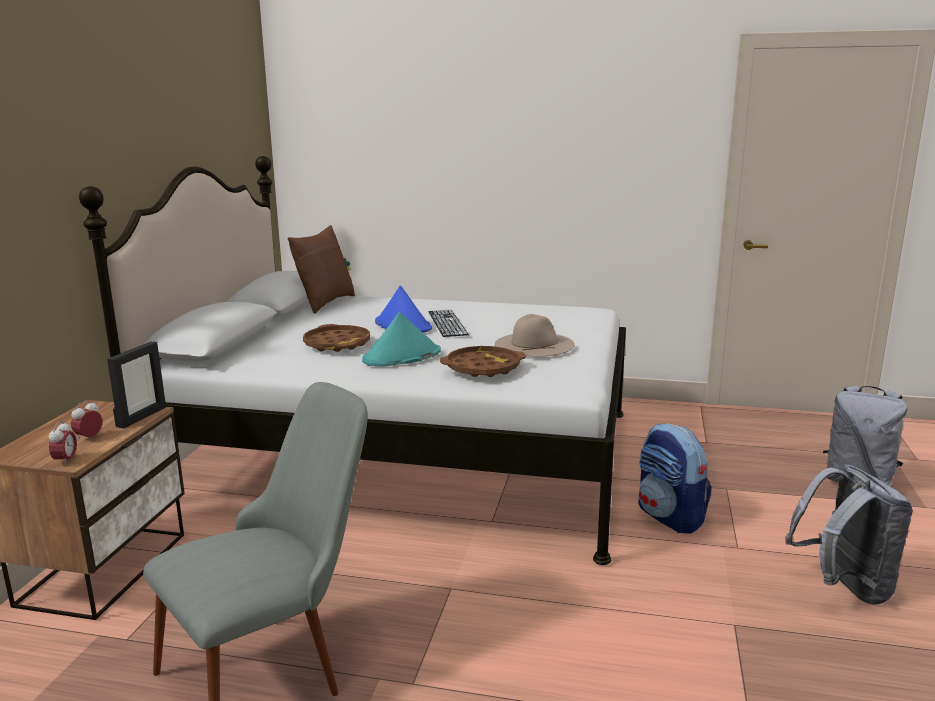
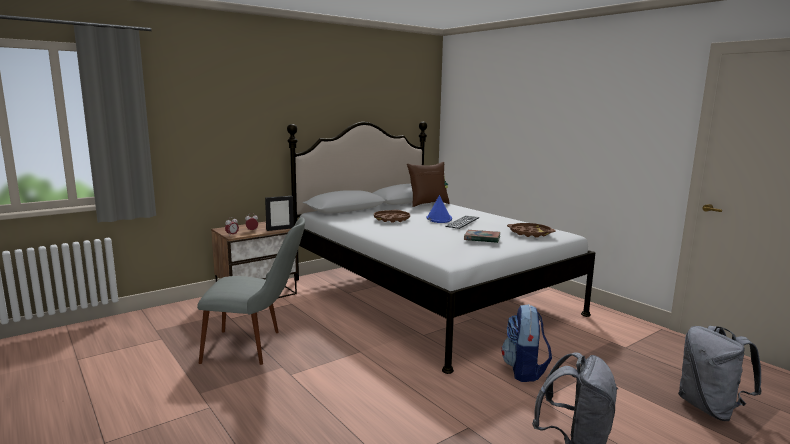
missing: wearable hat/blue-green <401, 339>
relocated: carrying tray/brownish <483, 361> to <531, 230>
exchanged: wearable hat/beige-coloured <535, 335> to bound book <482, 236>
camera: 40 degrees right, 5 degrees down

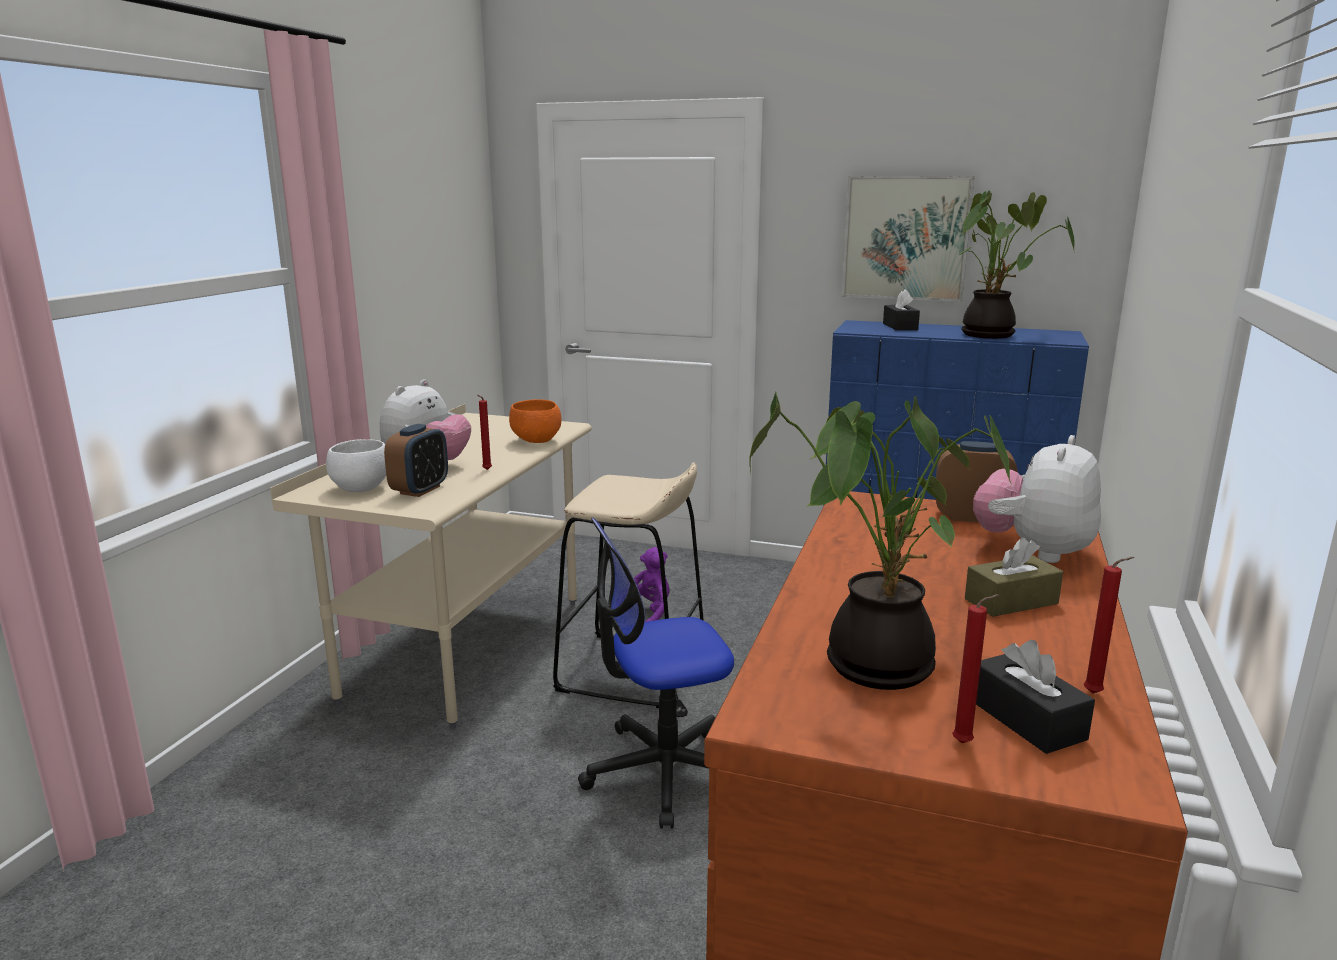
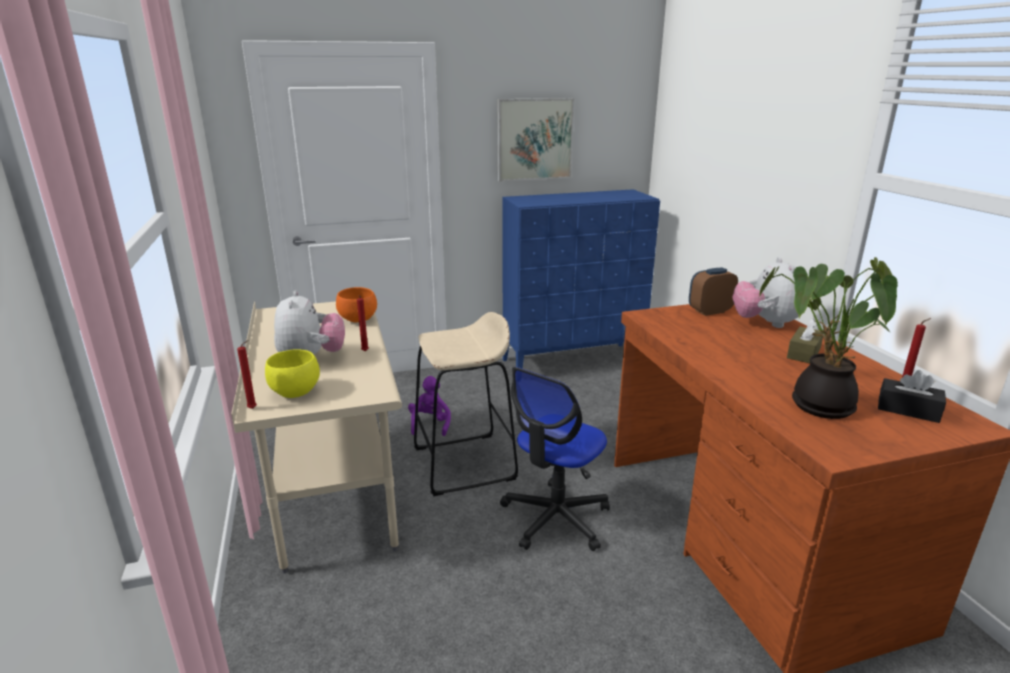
missing: potted plant <1016, 265>; box of tissues/black <901, 309>; bedside clock <416, 460>
relocated: wax light/reddish <975, 668> to <247, 374>
colour: serving bowl/whitish <356, 465> to serving bowl/yellowish <292, 373>
camera: 35 degrees left, 5 degrees up

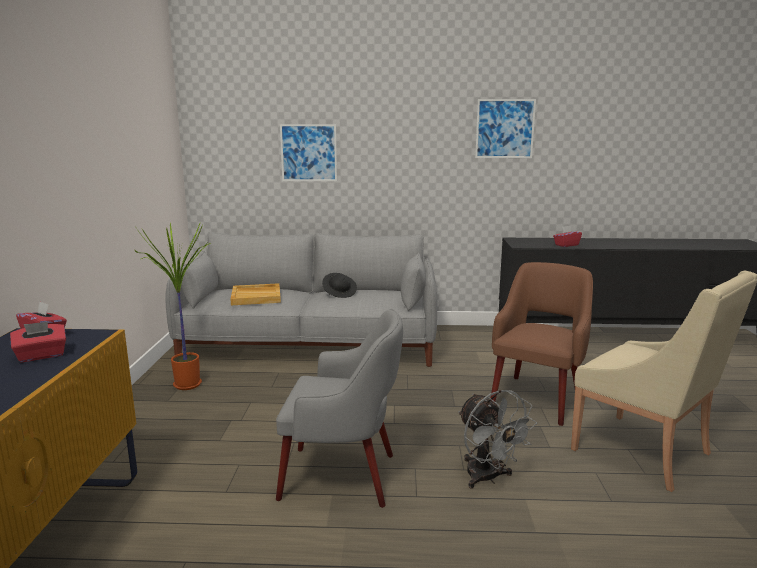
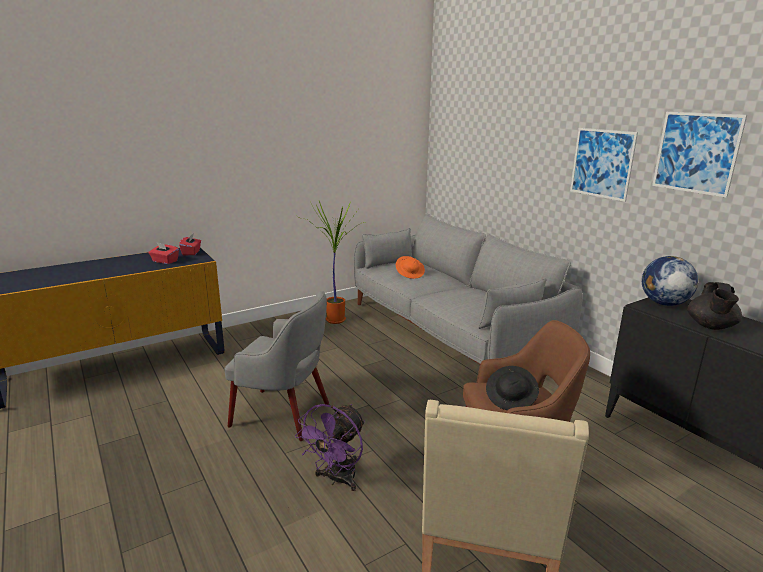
appeared: desk globe <670, 281>
relocated: wall picture <308, 152> to <604, 165>; wearable hat/black <339, 285> to <512, 388>
exchanged: box of tissues/reddish <567, 236> to tea pot/black <714, 306>; carrying tray/beige-coloured <256, 294> to wearable hat/orange-coloured <410, 267>
colour: electric fan/grey <497, 439> to electric fan/purple-coloured <330, 447>
spun: armchair/grey <339, 408> = <277, 366> 45 degrees counterclockwise
camera: 55 degrees right, 5 degrees up

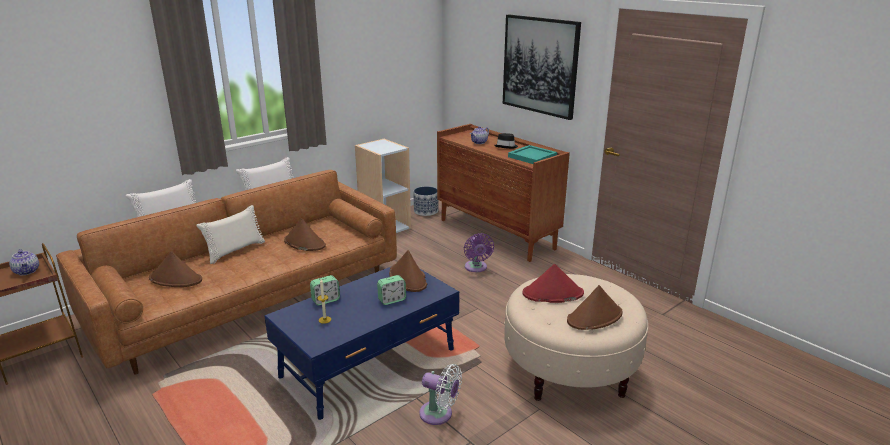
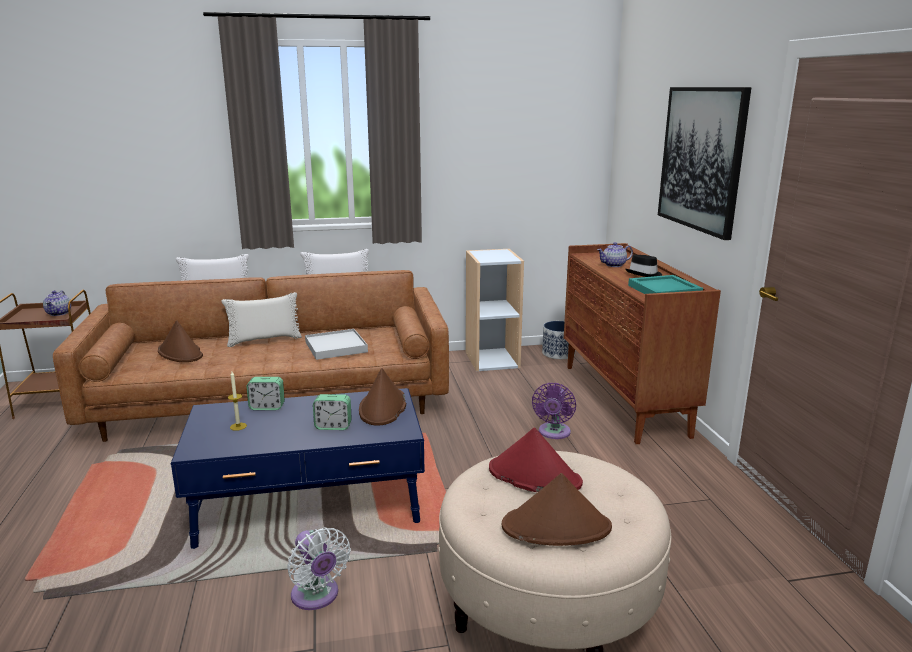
exchanged: wearable hat/brownish <305, 234> to carrying tray/whitish <336, 344>
camera: 30 degrees right, 5 degrees down

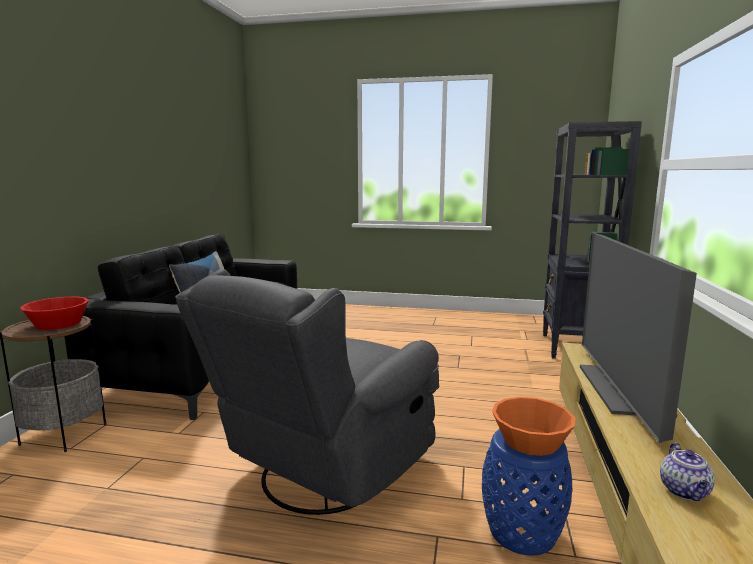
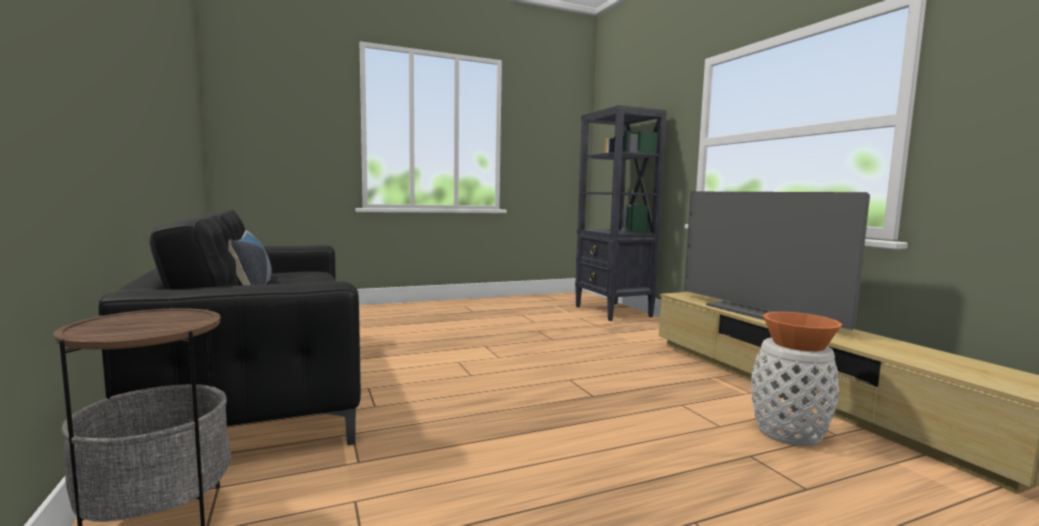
missing: armchair/grey <307, 392>; serving bowl/reddish <54, 313>; tea pot <687, 472>
colour: stool seat/bluish <527, 492> to stool seat/whitish <795, 392>
camera: 35 degrees left, 5 degrees down

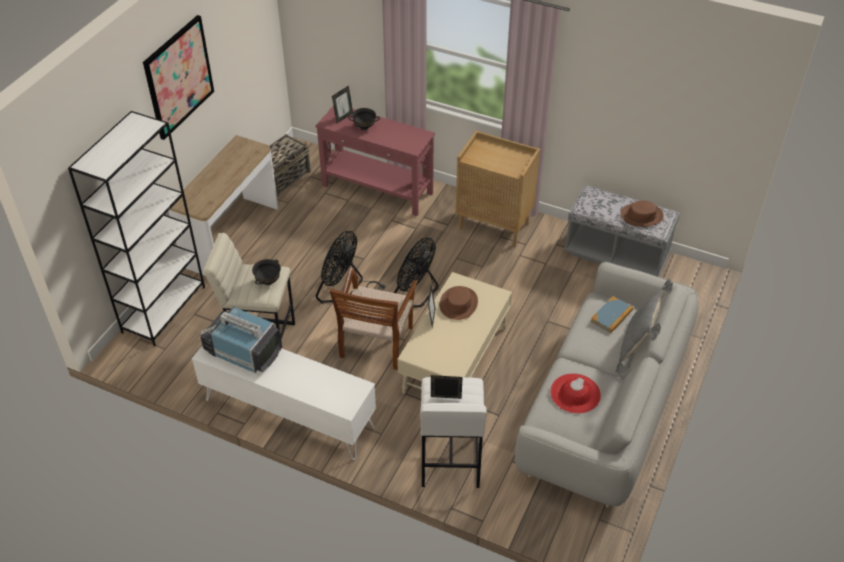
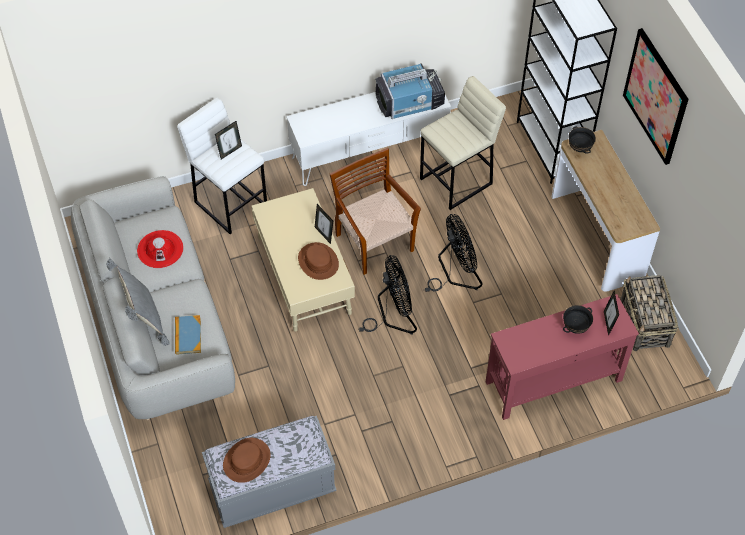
missing: storage cabinet/brownish <498, 188>
relocated: serving bowl/black <266, 272> to <582, 140>
camera: 135 degrees right, 10 degrees up

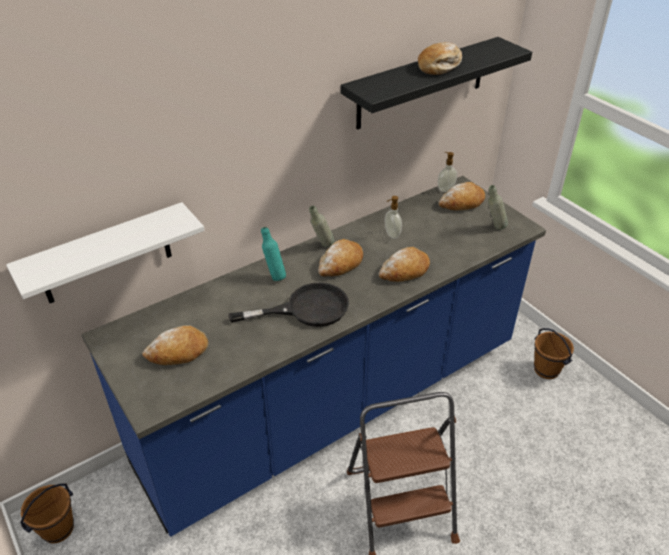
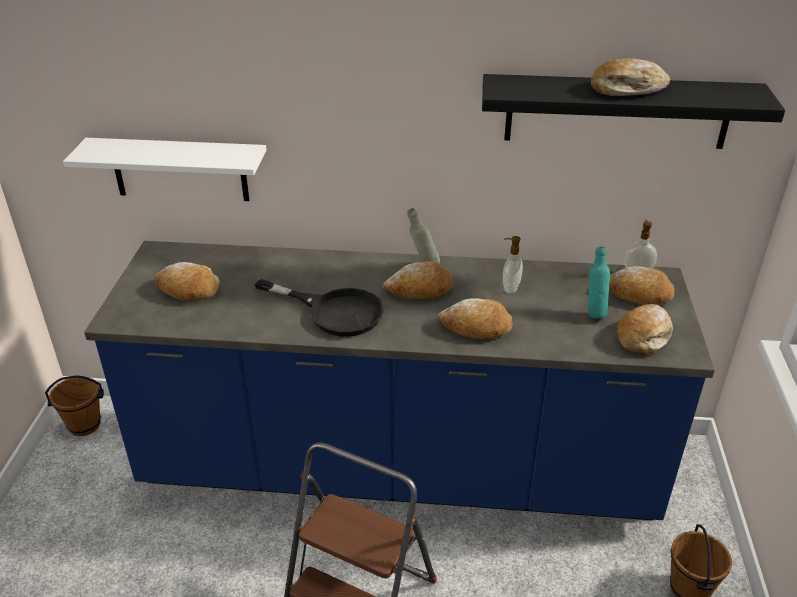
relocated: bottle/blue-green <273, 254> to <599, 282>
exchanged: bottle/grey <498, 207> to baked bread <645, 329>
camera: 40 degrees right, 5 degrees down

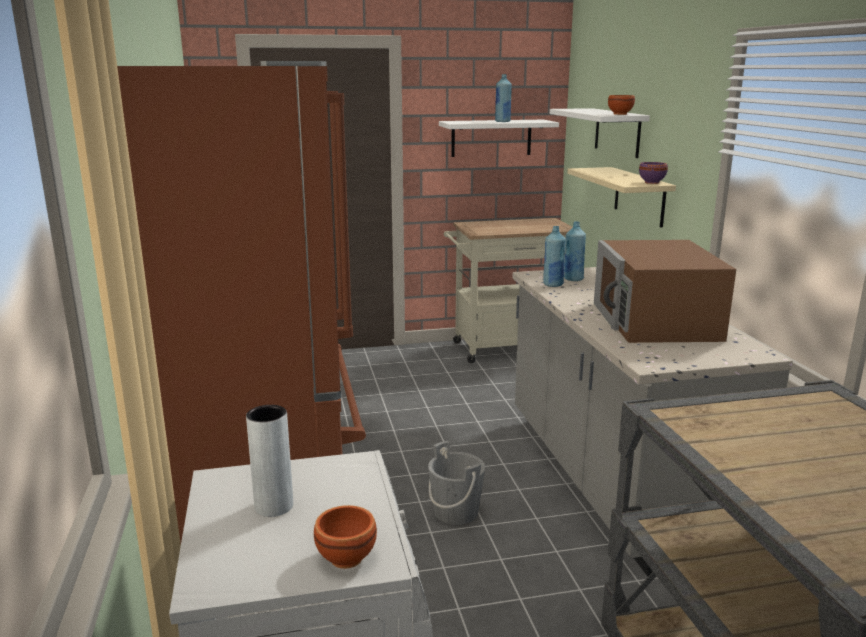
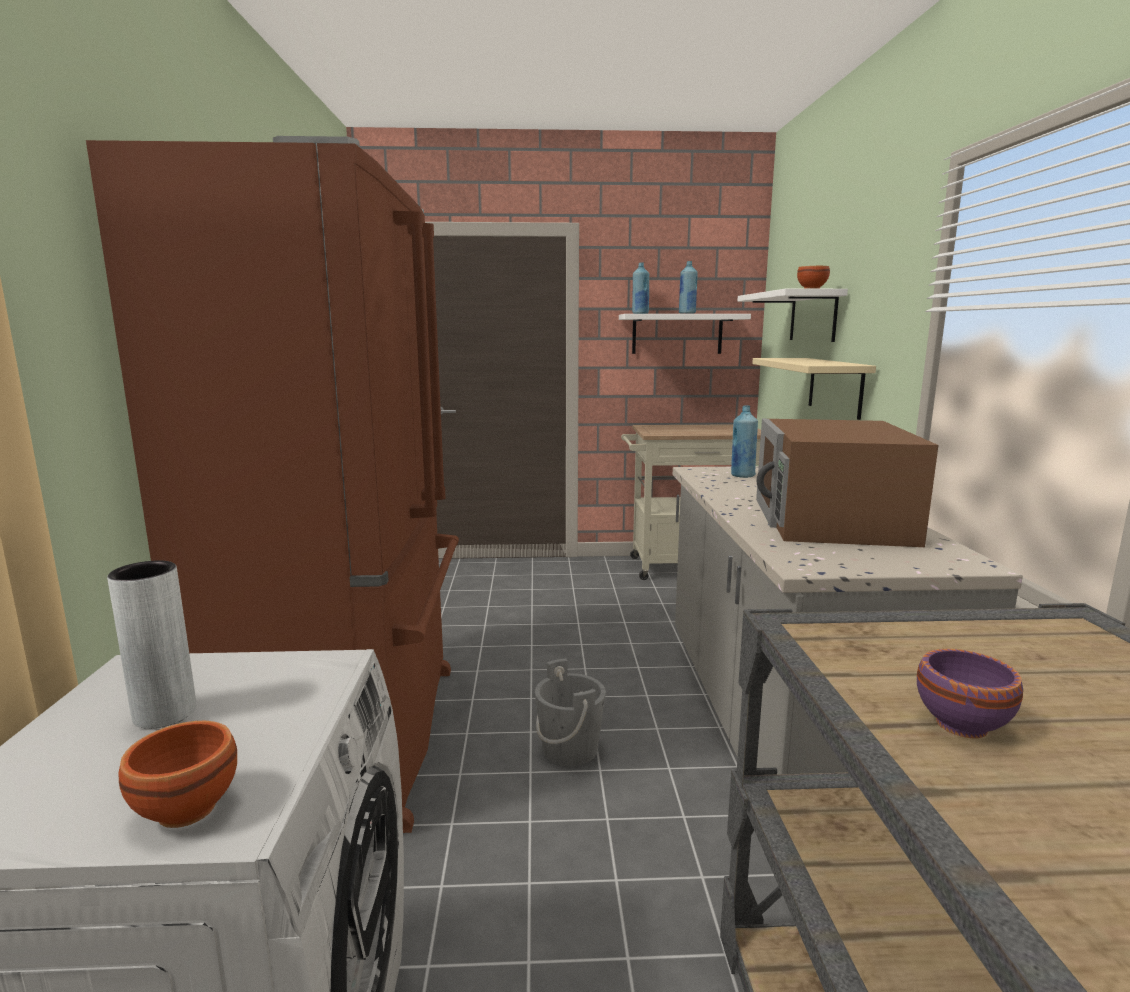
relocated: serving bowl/purple-coloured <653, 173> to <970, 693>; bottle/bluish <554, 256> to <640, 288>
camera: 10 degrees right, 5 degrees down

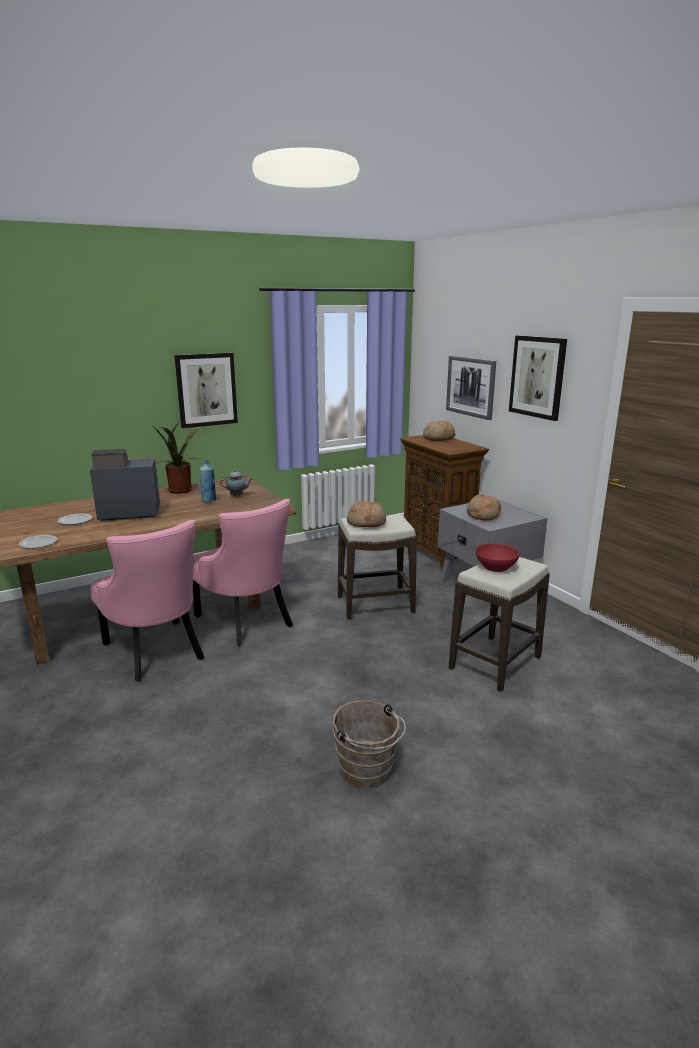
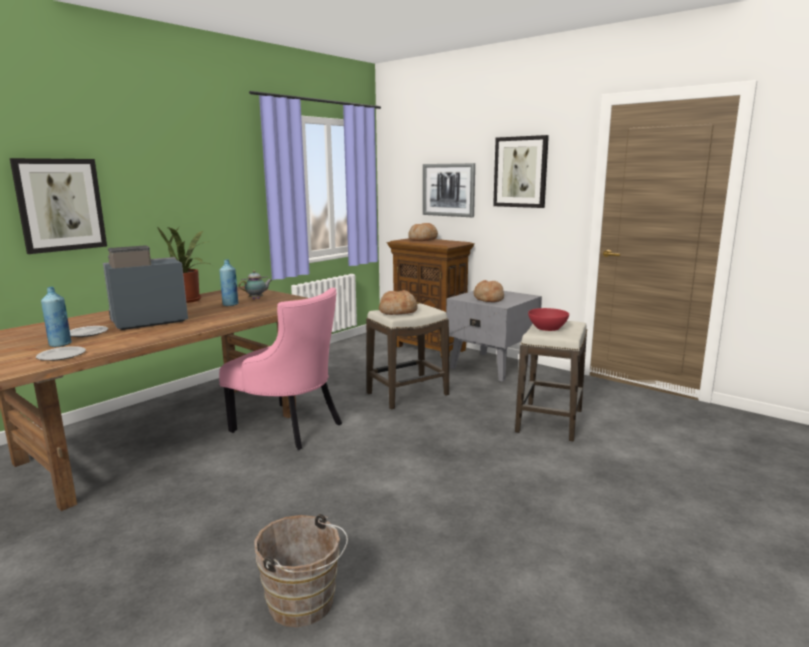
missing: upright chair/pink <147, 600>
appeared: bottle/bluish <56, 317>
relocated: wall picture <206, 390> to <58, 206>; pail/brownish <369, 744> to <301, 570>
camera: 20 degrees left, 5 degrees down

